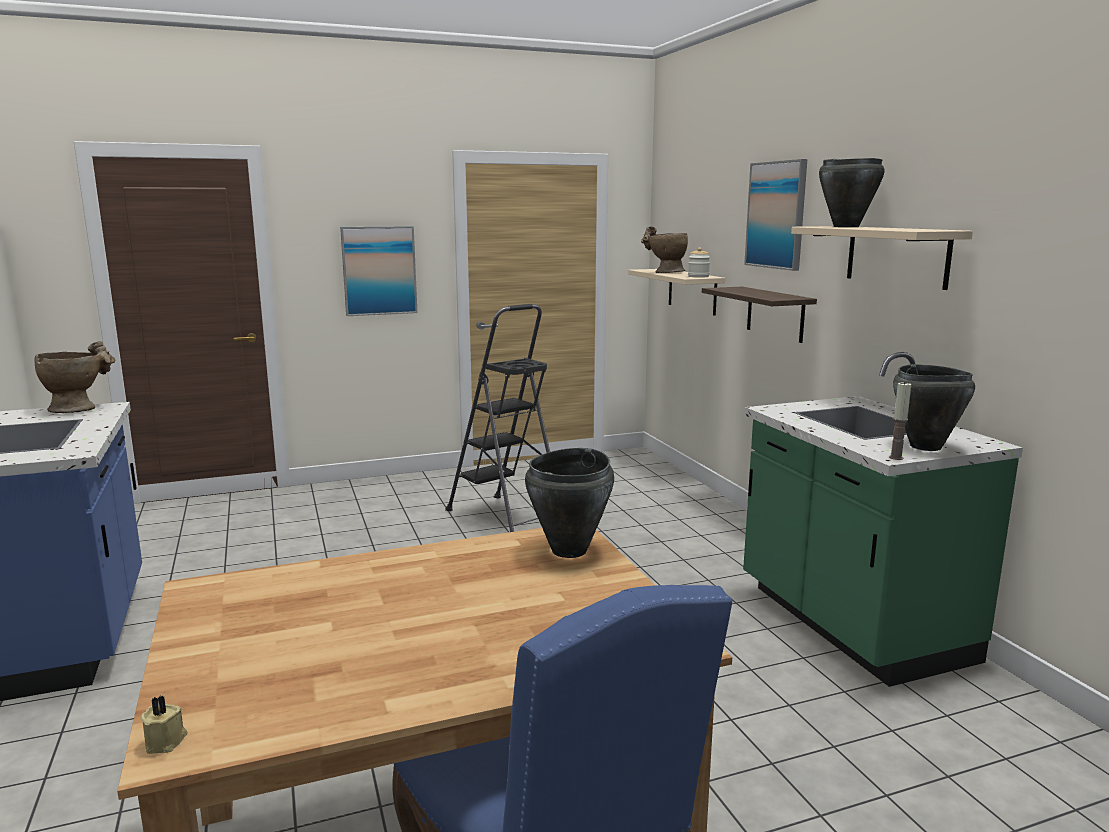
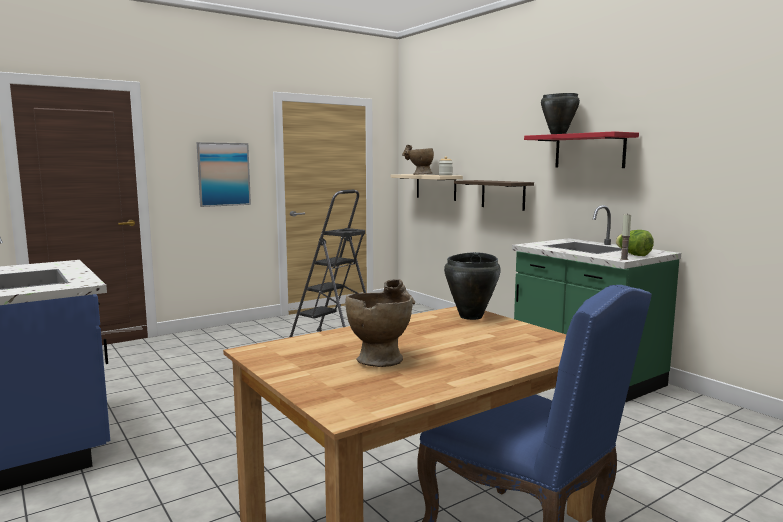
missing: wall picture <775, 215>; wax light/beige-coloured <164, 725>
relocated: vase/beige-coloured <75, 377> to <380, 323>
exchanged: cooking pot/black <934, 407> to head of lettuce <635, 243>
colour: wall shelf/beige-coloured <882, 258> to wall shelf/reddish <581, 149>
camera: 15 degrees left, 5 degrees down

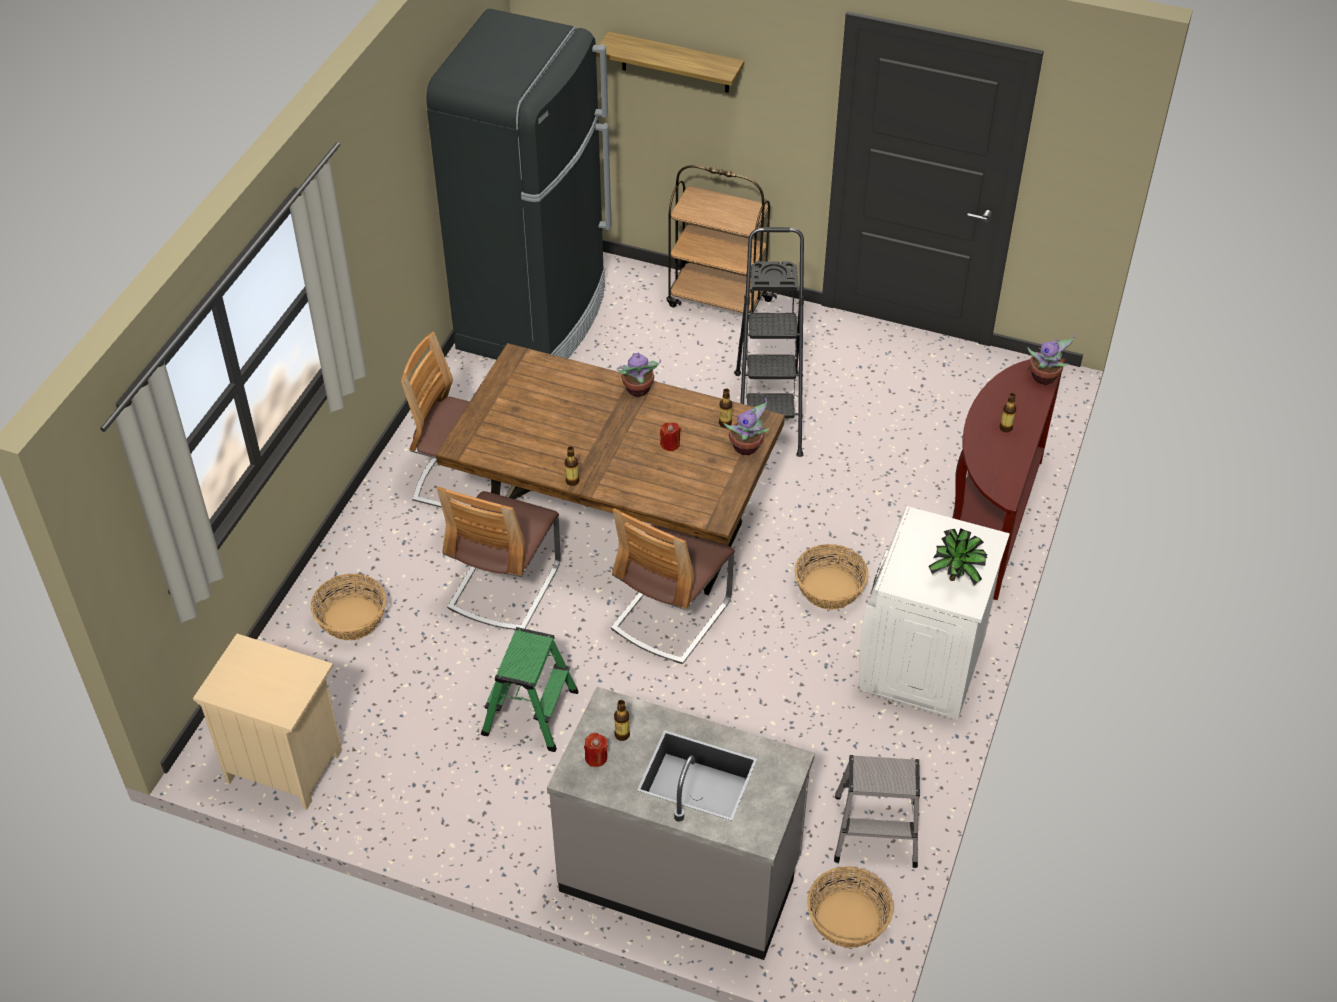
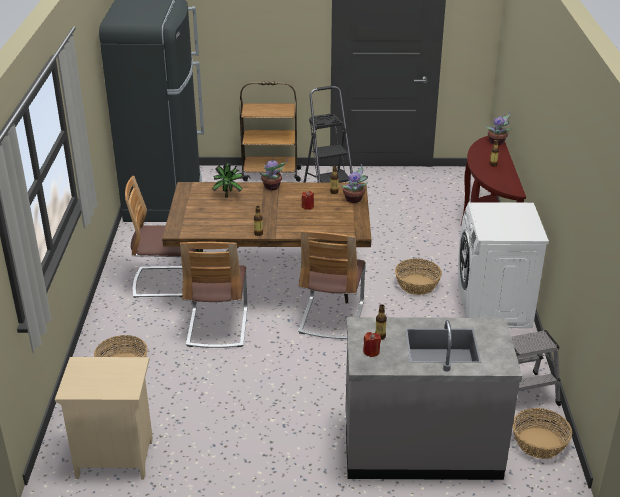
missing: wall shelf <670, 62>; step ladder/green-coloured <530, 689>
relocated: potted plant <958, 556> to <227, 180>
camera: 20 degrees left, 15 degrees down

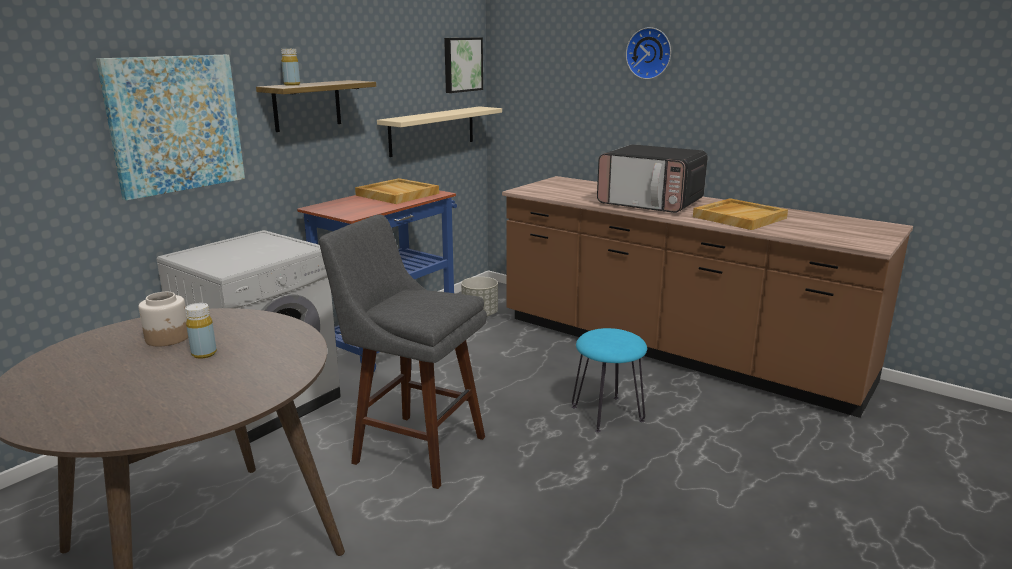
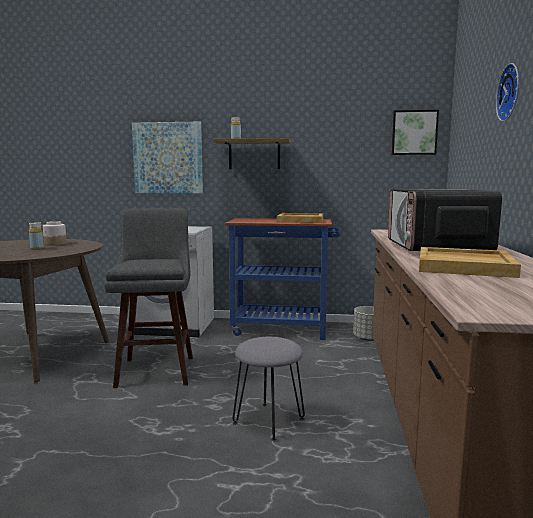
missing: wall shelf/beige-coloured <439, 131>
colour: stool seat/blue-green <609, 380> to stool seat/grey <268, 389>
camera: 60 degrees right, 10 degrees down

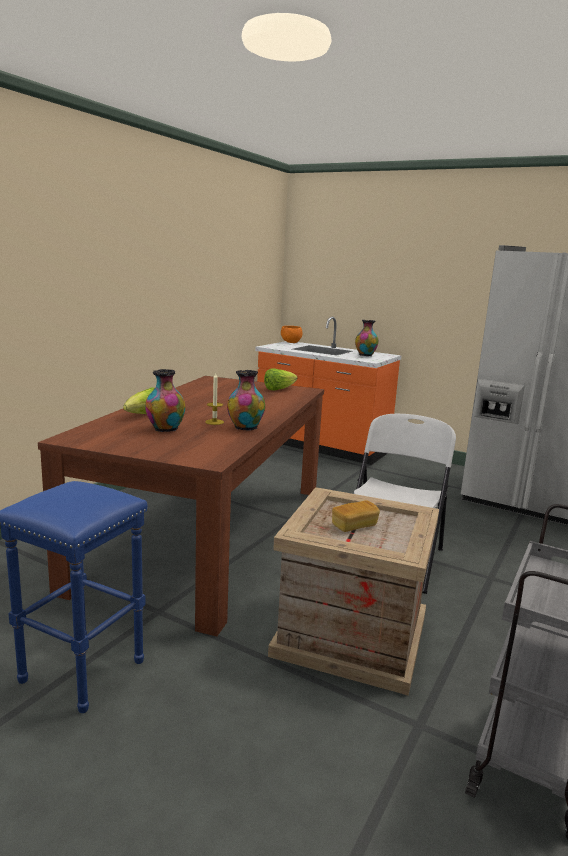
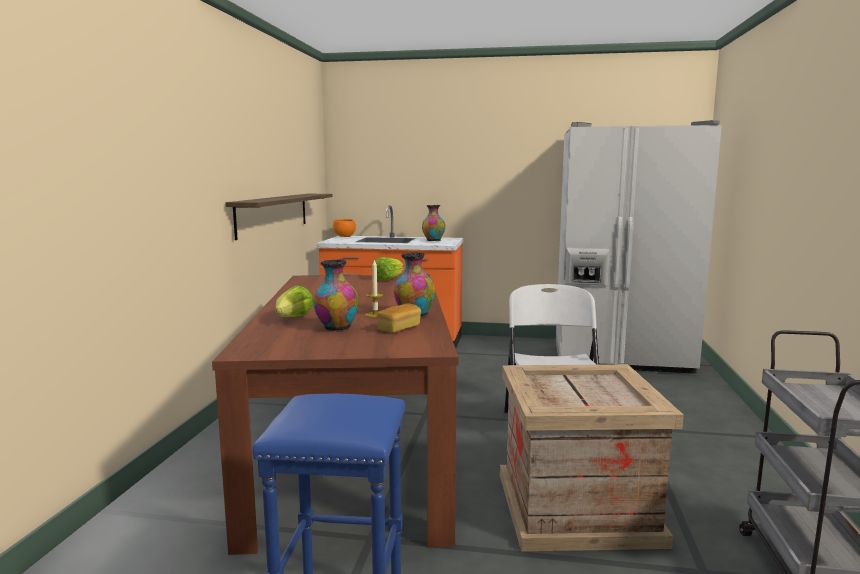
appeared: wall shelf <278, 217>
relocated: baked bread <356, 516> to <398, 318>
camera: 20 degrees left, 5 degrees down

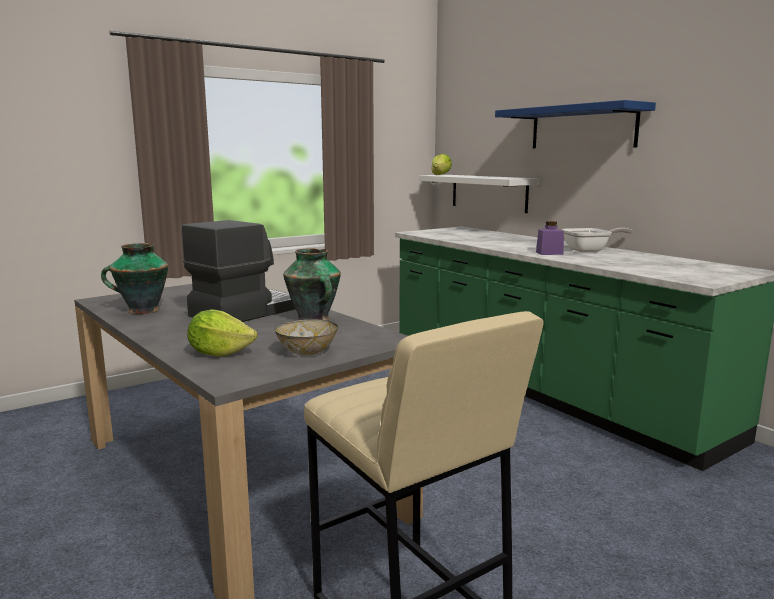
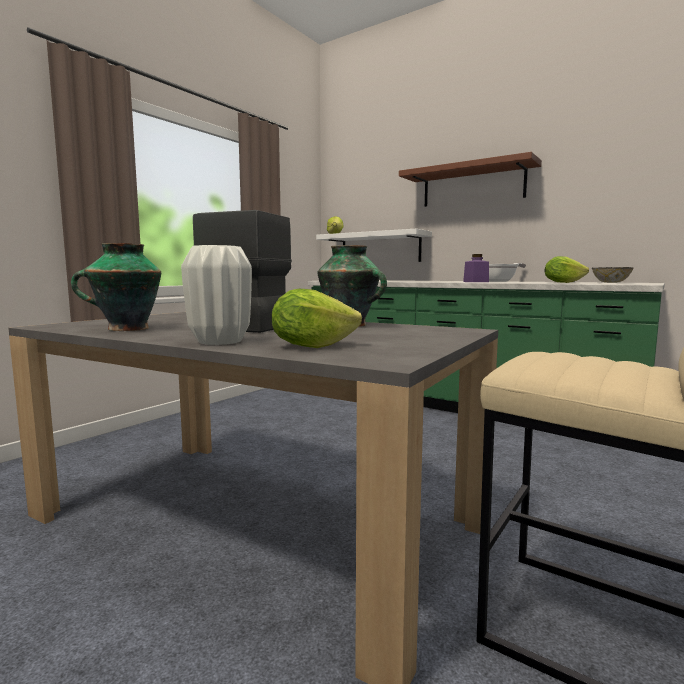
appeared: vase/whitish <216, 295>; head of lettuce <567, 269>
relocated: serving bowl <306, 337> to <612, 275>
colour: wall shelf/bluish <575, 124> to wall shelf/brownish <470, 179>
camera: 20 degrees left, 5 degrees down

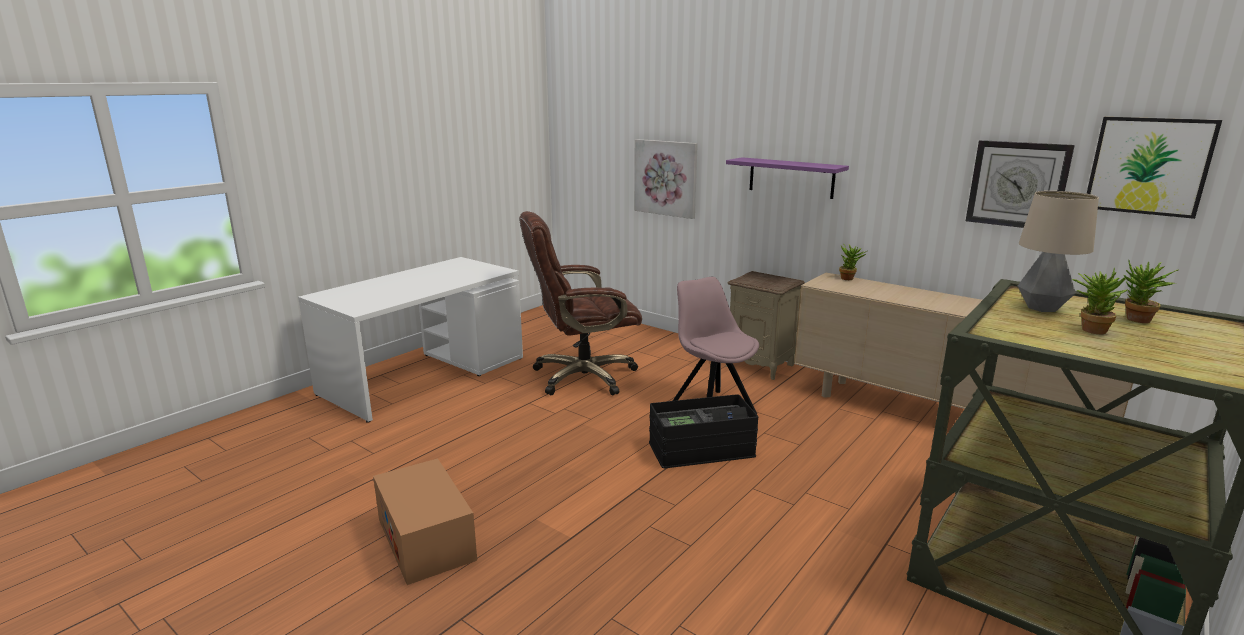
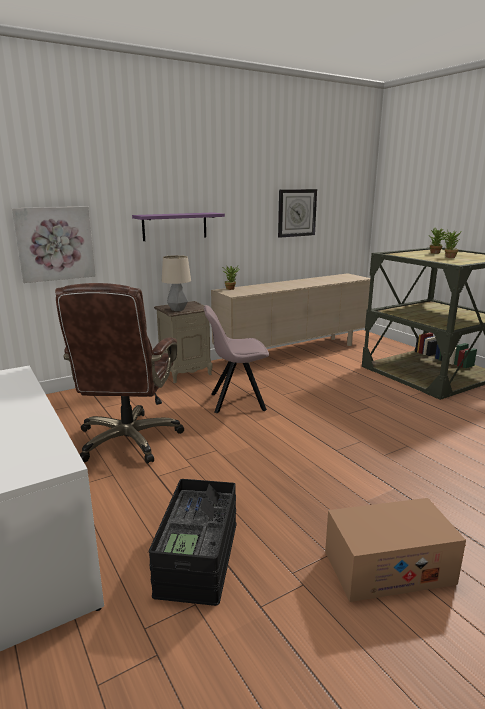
missing: wall picture <1154, 168>
relocated: lamp for a table <1058, 251> to <176, 283>; storage bin/black <703, 431> to <192, 542>
camera: 70 degrees left, 0 degrees up

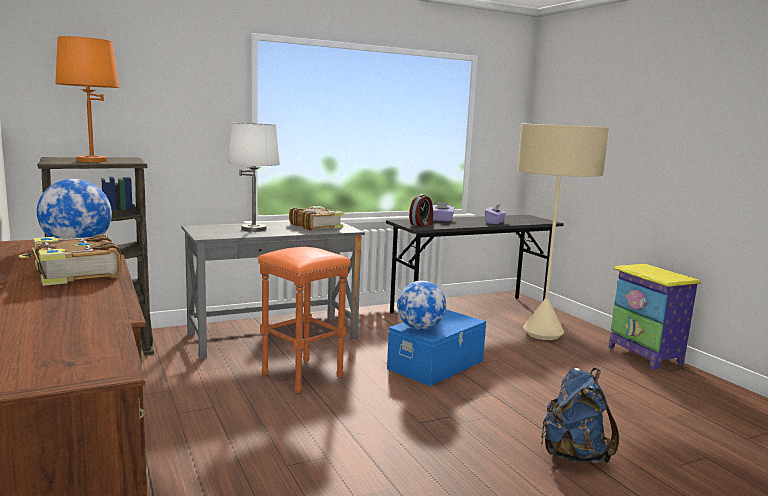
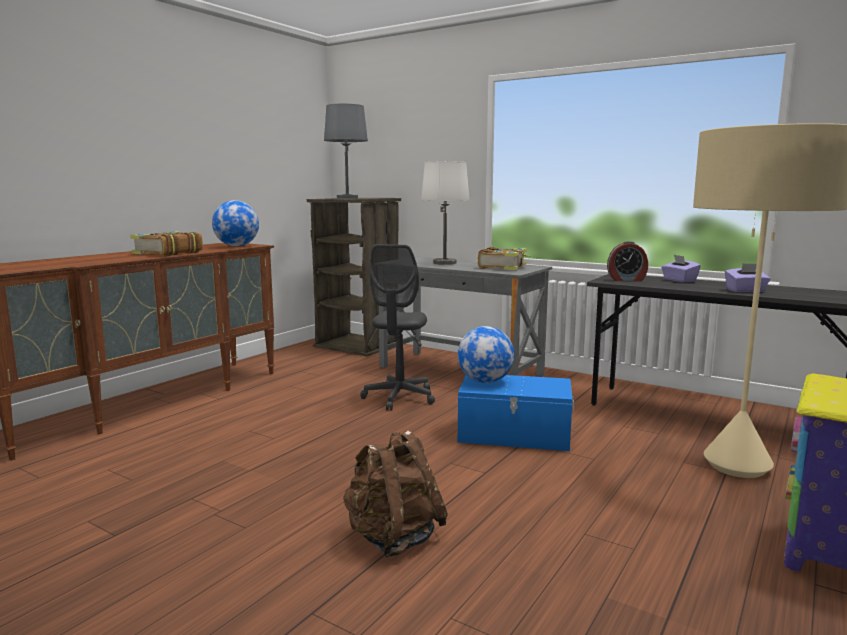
exchanged: stool seat/orange-coloured <304, 320> to office chair/grey <397, 327>
colour: lamp for a table/orange-coloured <87, 99> to lamp for a table/grey <346, 151>; backpack/bluish <580, 415> to backpack/brownish <395, 494>
camera: 60 degrees right, 0 degrees up

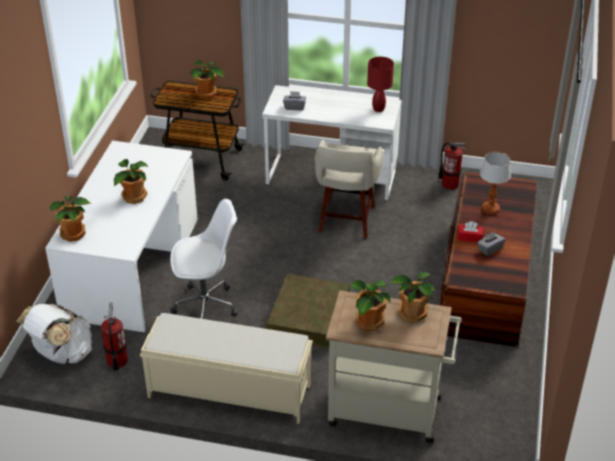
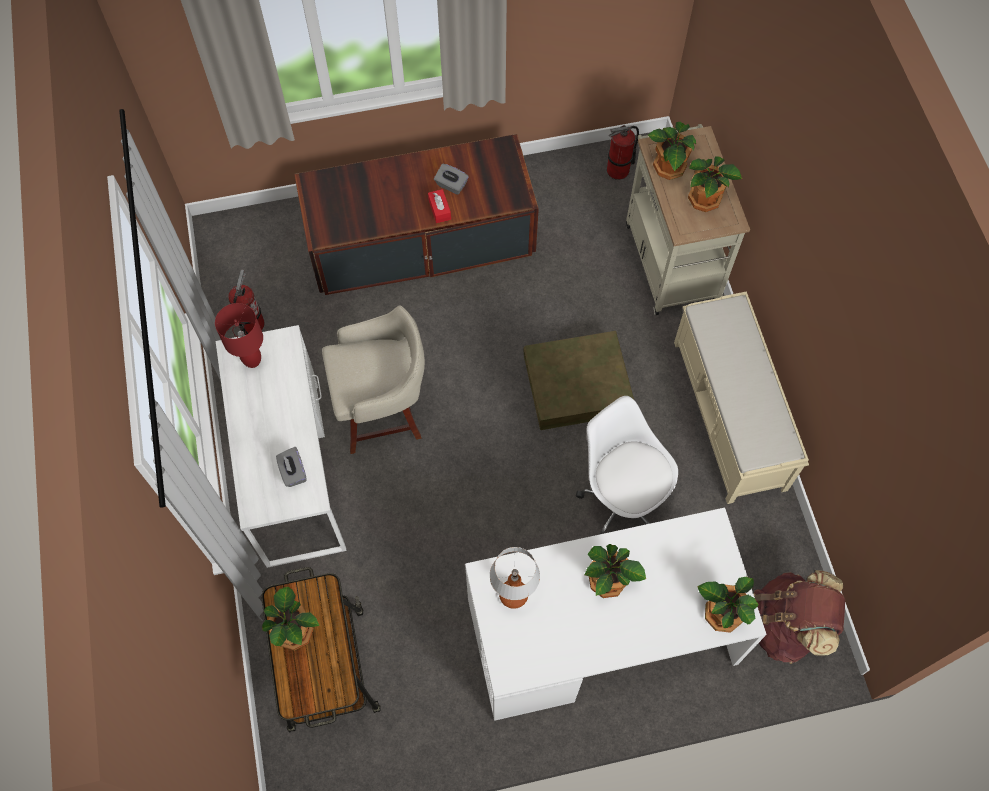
relocated: lamp for a table <495, 183> to <515, 578>; fire extinguisher <114, 336> to <623, 152>
colour: backpack/whitish <54, 334> to backpack/brownish <799, 617>
camera: 115 degrees left, 25 degrees up

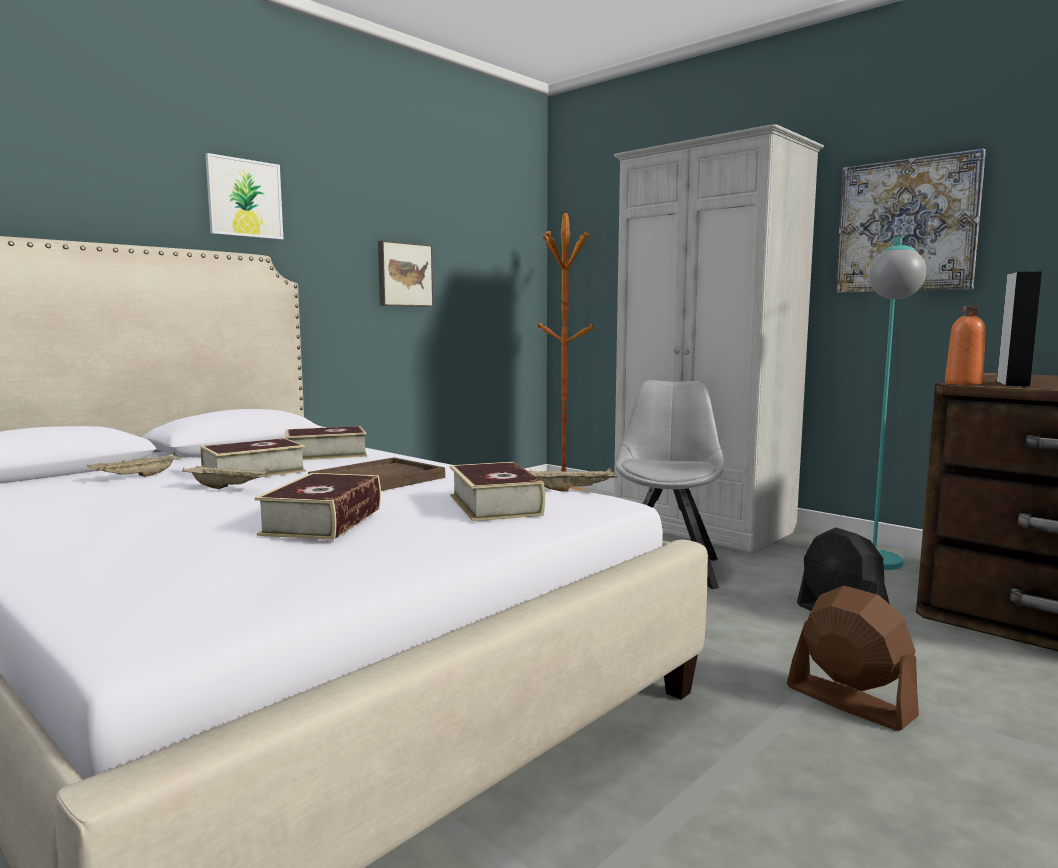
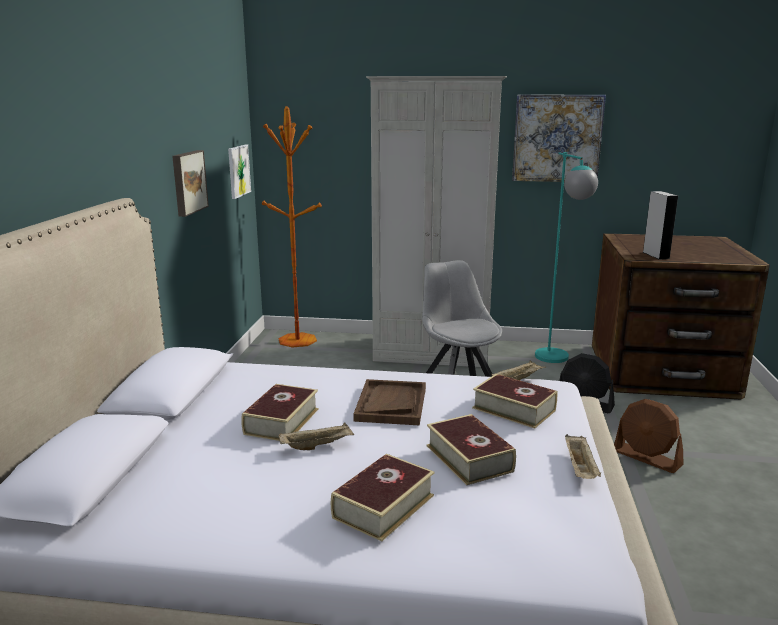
missing: bottle/orange-coloured <965, 345>
relocated: wall picture <244, 196> to <239, 172>; bound book <326, 443> to <382, 497>; carrying tray/beige-coloured <134, 464> to <583, 456>
spun: electric fan/brownish <853, 658> = <648, 436> 150 degrees counterclockwise
camera: 35 degrees left, 10 degrees up

